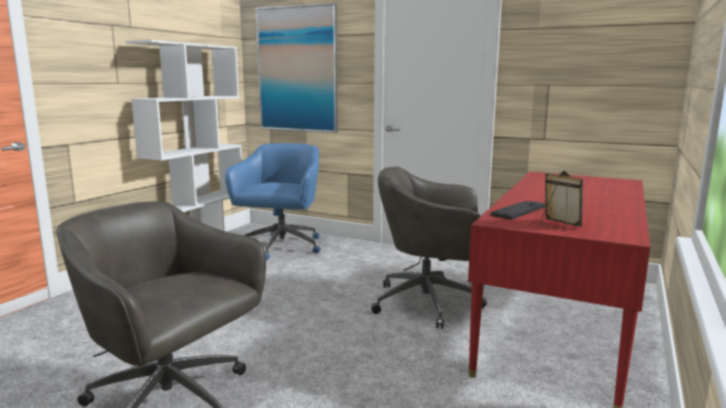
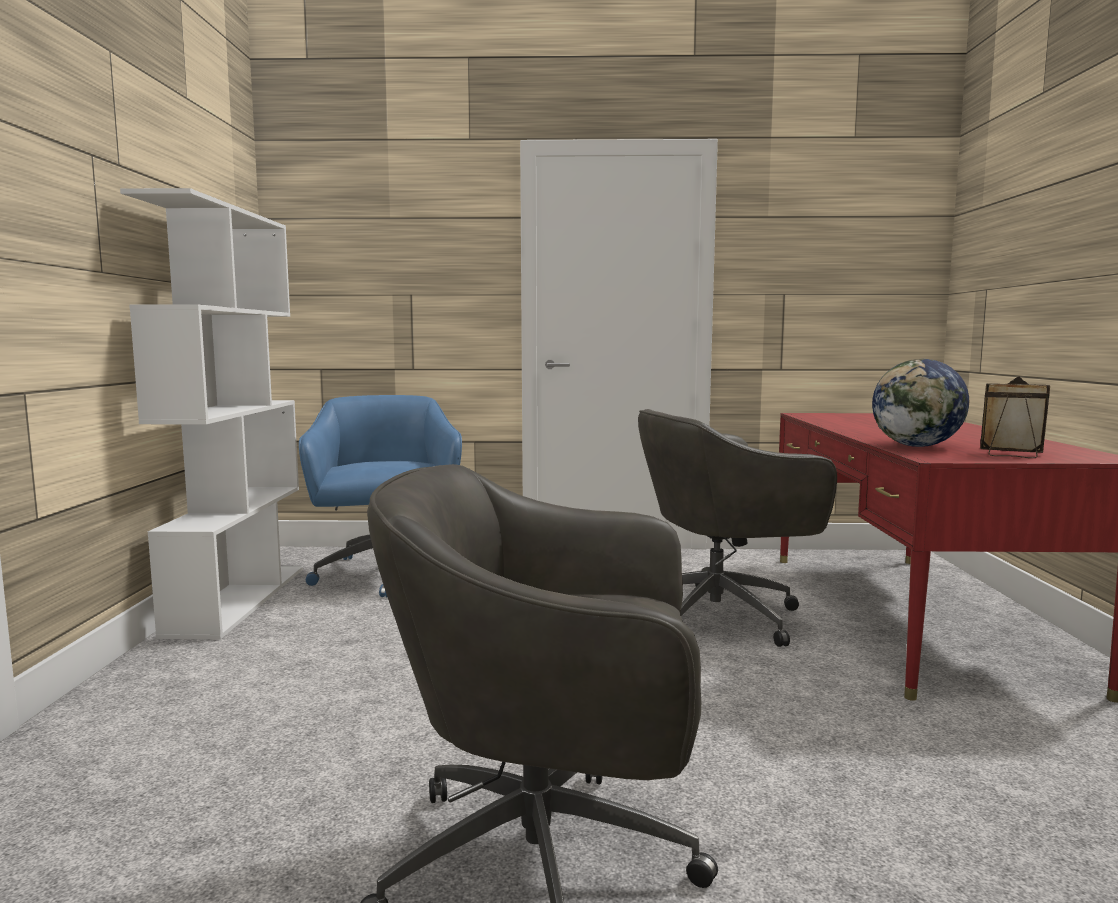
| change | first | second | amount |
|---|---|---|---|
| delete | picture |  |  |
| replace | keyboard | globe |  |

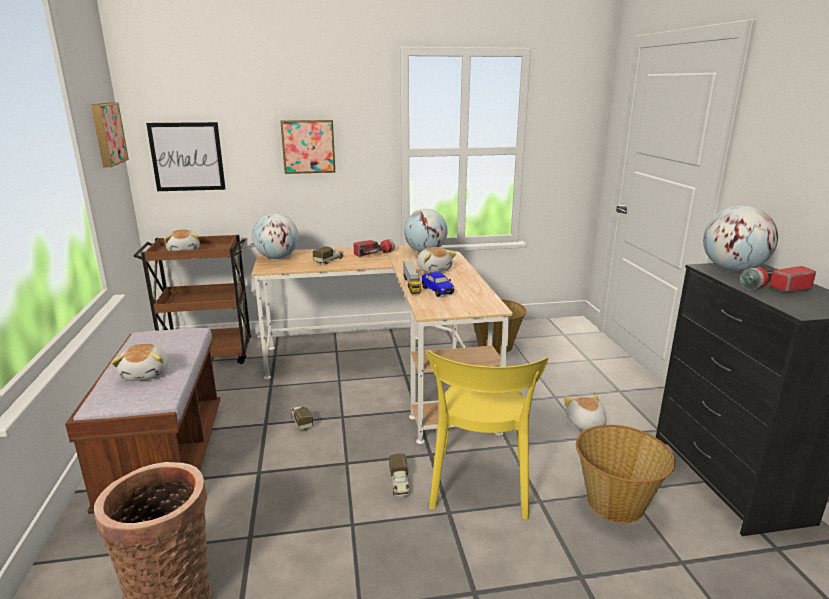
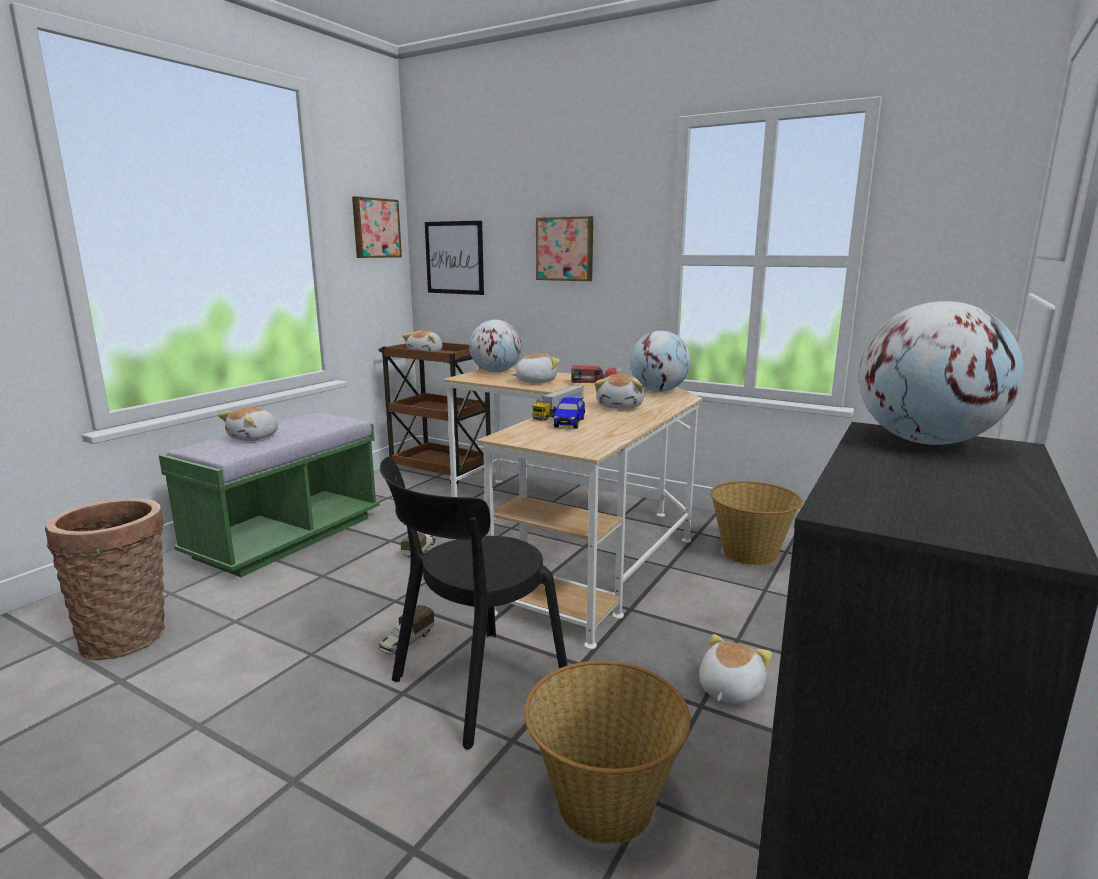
| change | first | second | amount |
|---|---|---|---|
| delete | flashlight (2nd from left) |  |  |
| replace | toy truck (2nd from left) | plush toy (3rd from left) |  |
| recolor | brown bench | green bench |  |
| recolor | yellow chair | black chair |  |

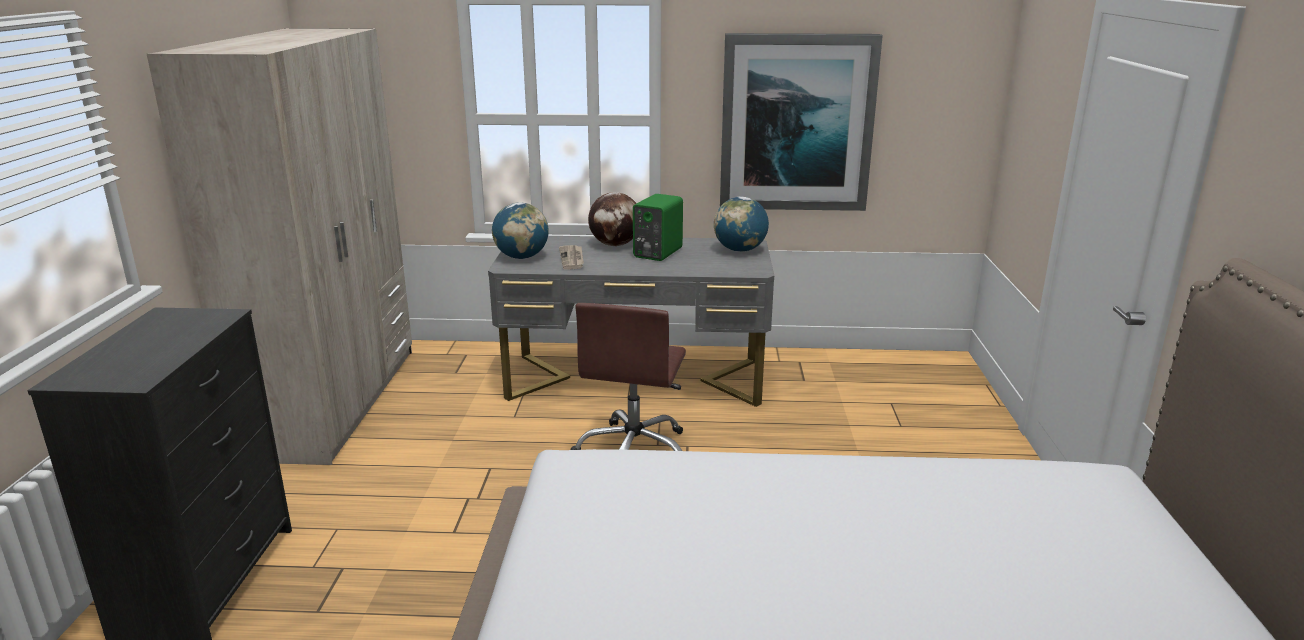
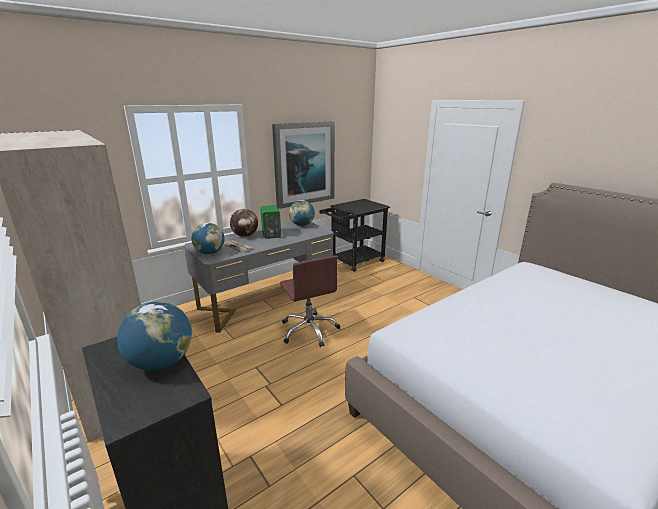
| change | first | second | amount |
|---|---|---|---|
| insert |  | globe (1st from left) |  |
| insert |  | black cart |  |

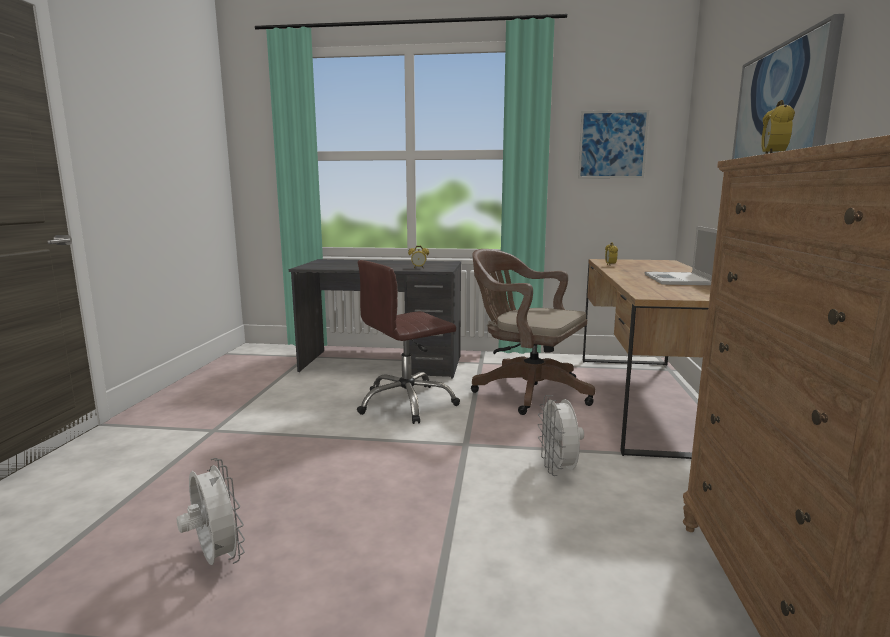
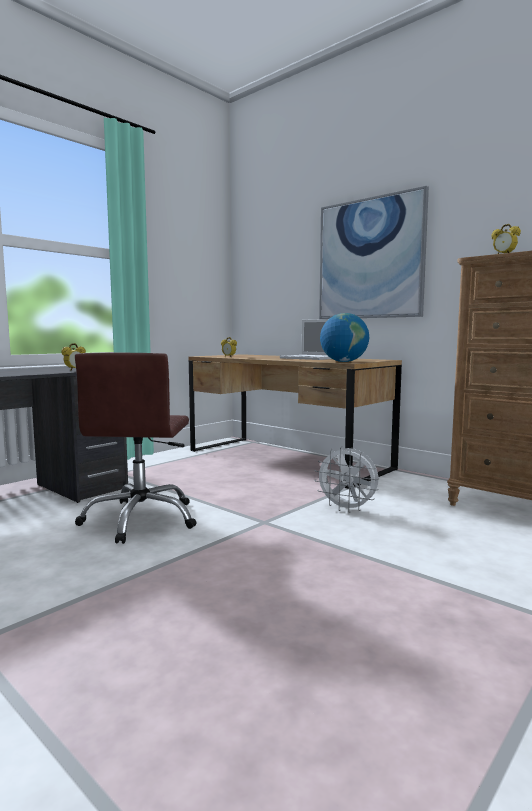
| change | first | second | amount |
|---|---|---|---|
| delete | white fan (1st from left) |  |  |
| delete | brown office chair (2nd from left) |  |  |
| delete | picture (1st from left) |  |  |
| insert |  | globe |  |

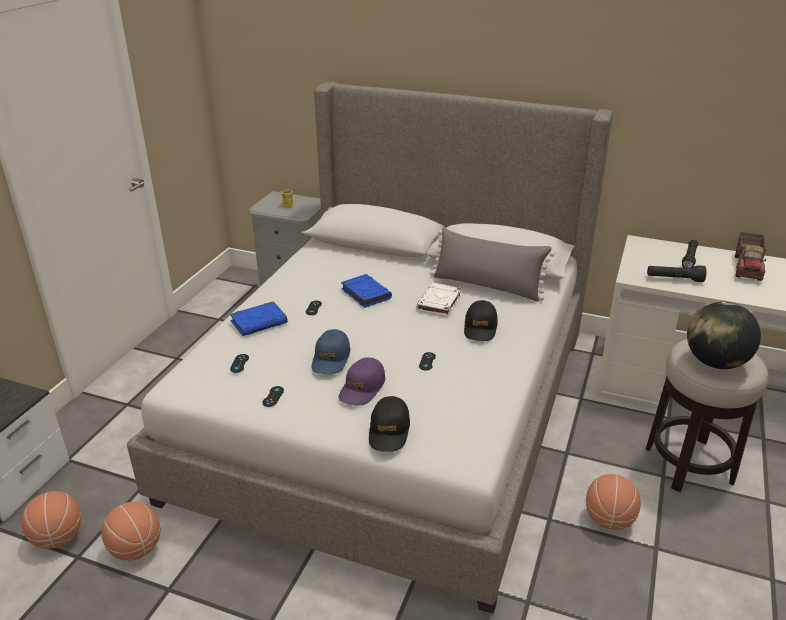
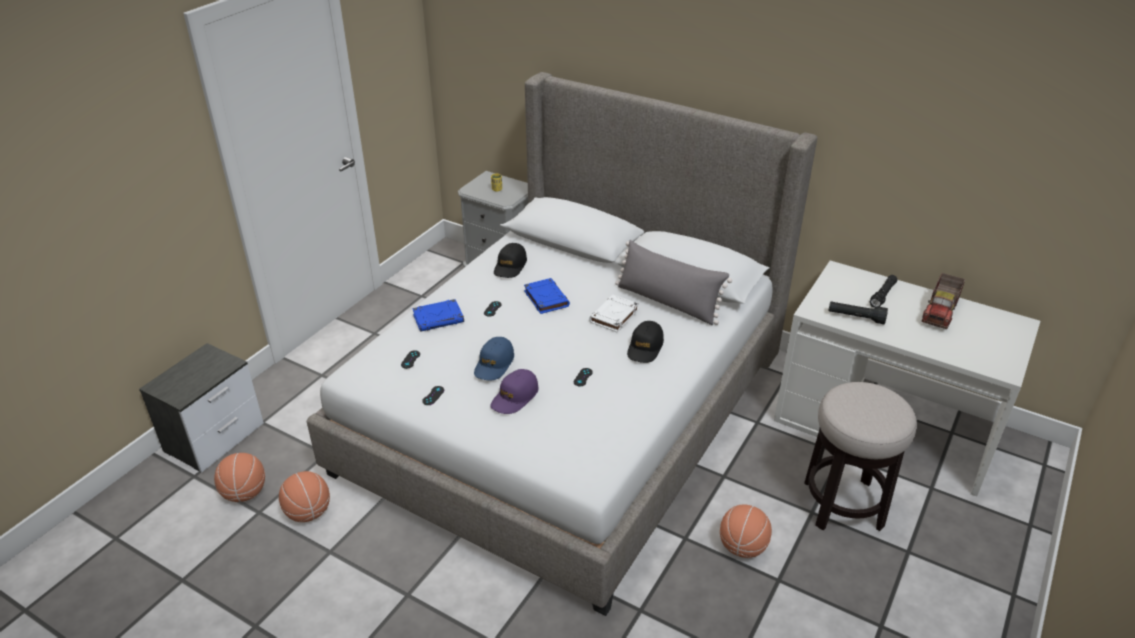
| change | first | second | amount |
|---|---|---|---|
| delete | globe |  |  |
| move | black cap (1st from left) |  |  |

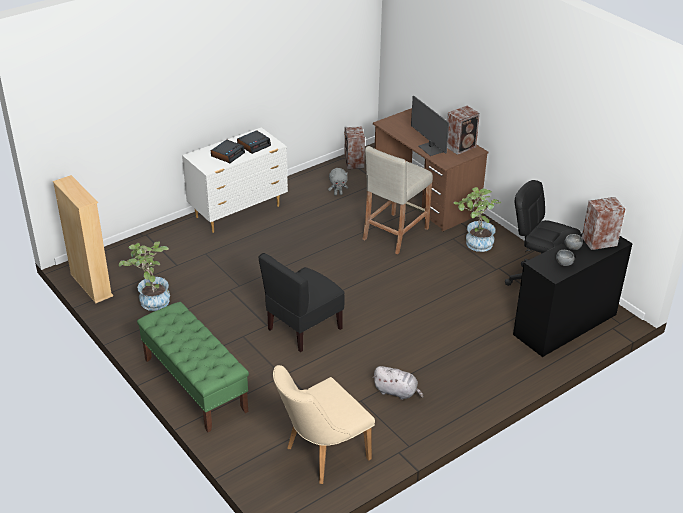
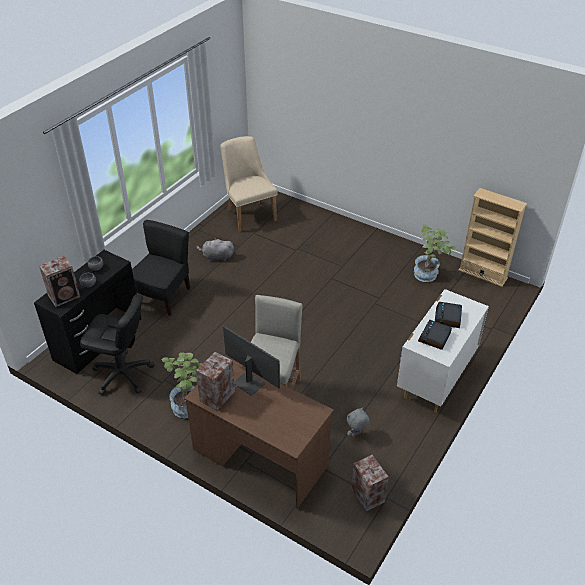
| change | first | second | amount |
|---|---|---|---|
| delete | green bench |  |  |
| move | black chair |  |  |
| rotate | beige chair |  | 60 degrees counterclockwise |

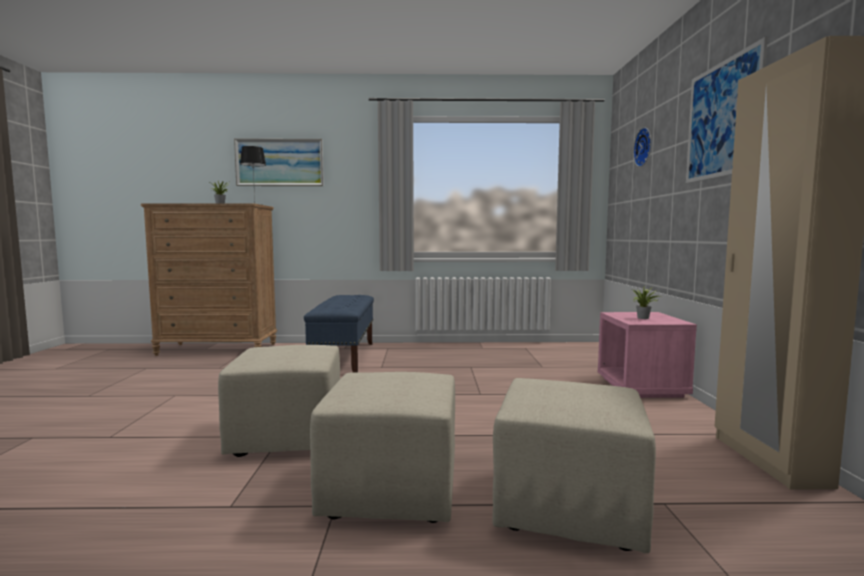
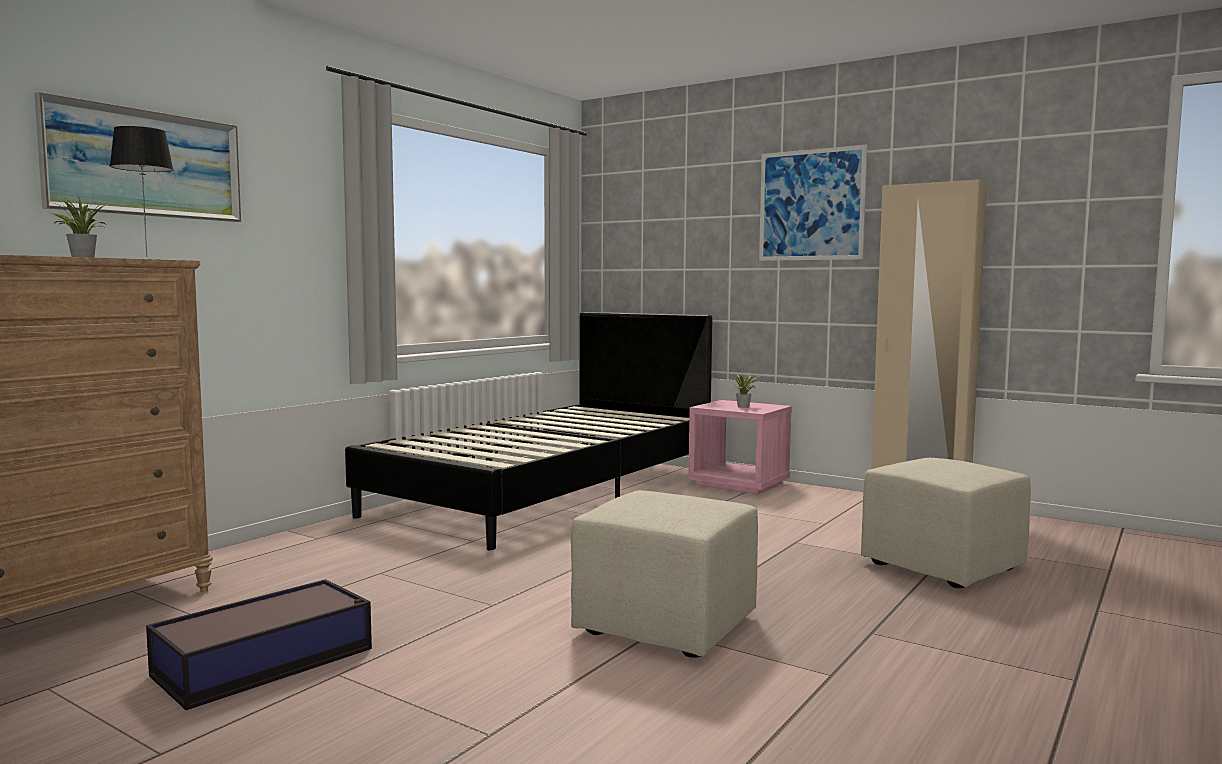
| change | first | second | amount |
|---|---|---|---|
| delete | blue bench |  |  |
| delete | beige ottoman (2nd from left) |  |  |
| delete | wall clock |  |  |
| insert |  | storage box |  |
| insert |  | black bed |  |

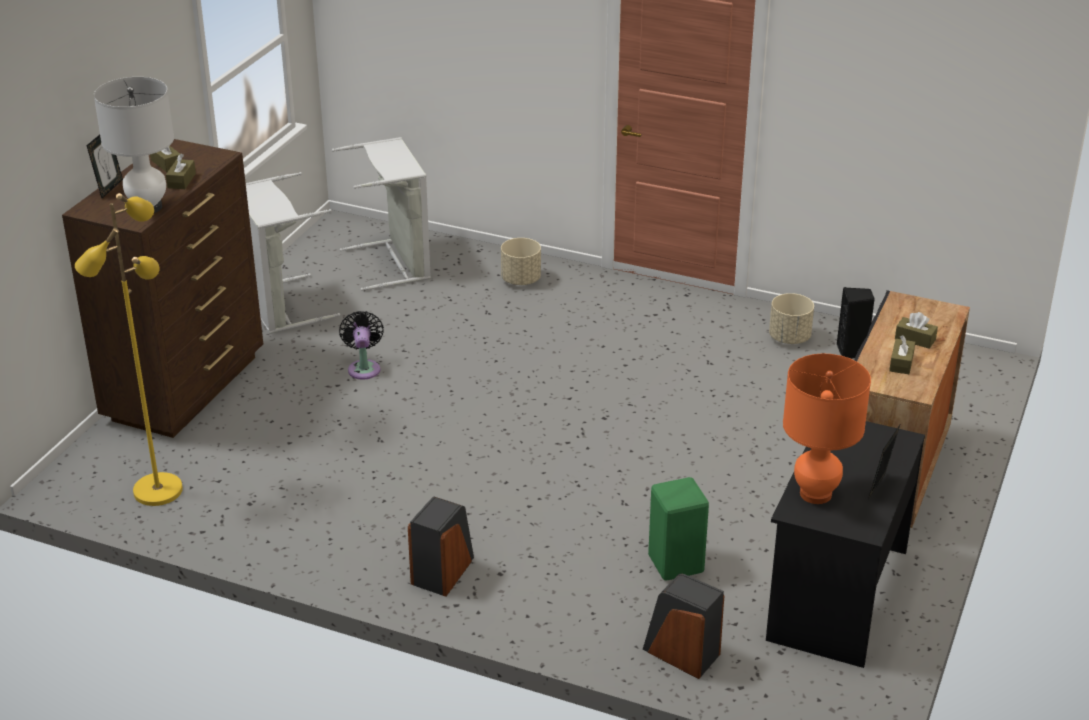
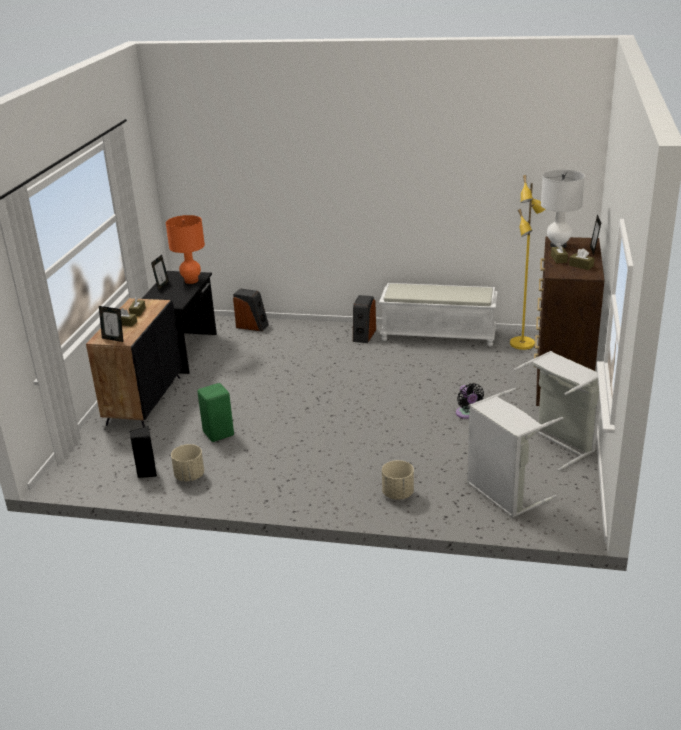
| change | first | second | amount |
|---|---|---|---|
| insert |  | picture frame (1st from left) |  |
| insert |  | white bench |  |
| move | green stool |  |  |

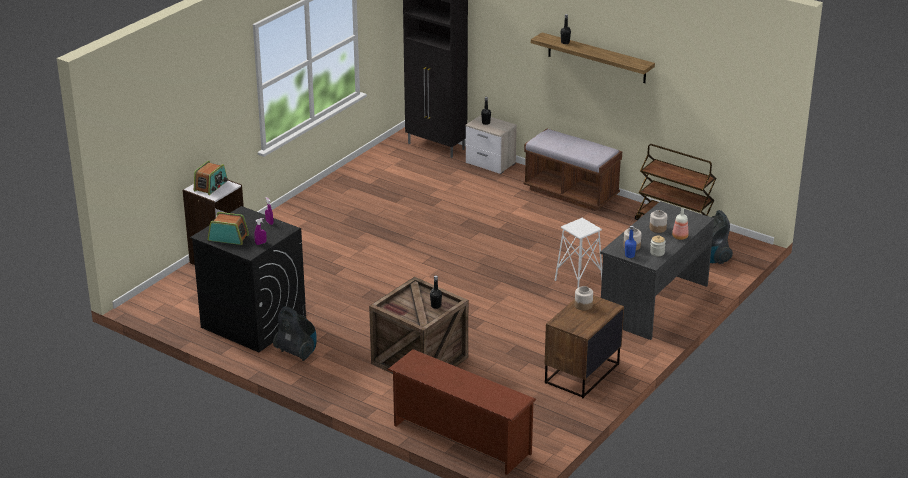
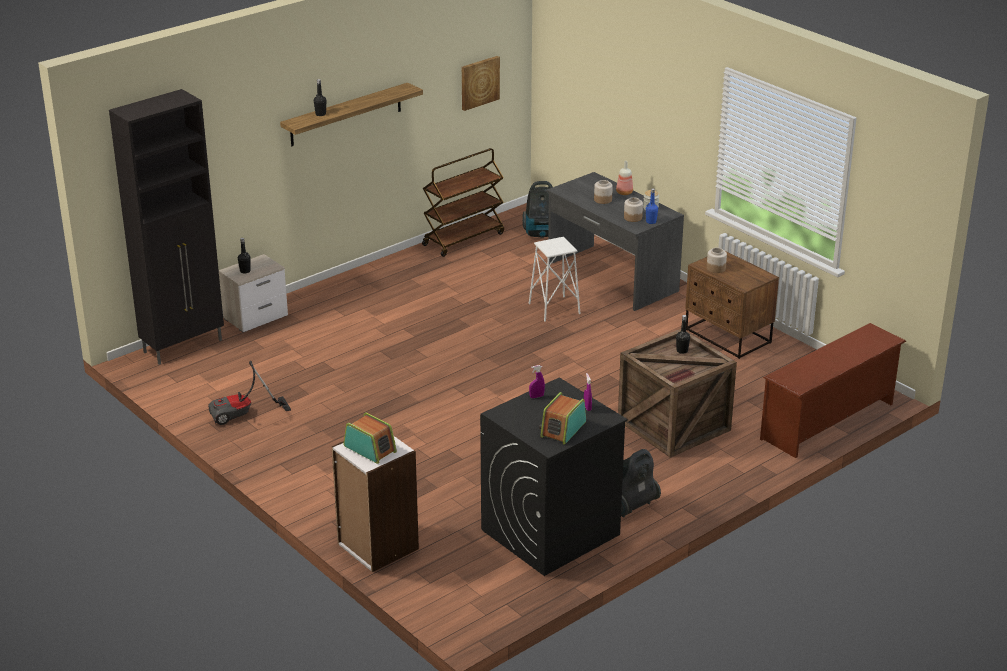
| change | first | second | amount |
|---|---|---|---|
| delete | brown bench |  |  |
| insert |  | vacuum cleaner (1st from left) |  |
| insert |  | picture |  |

